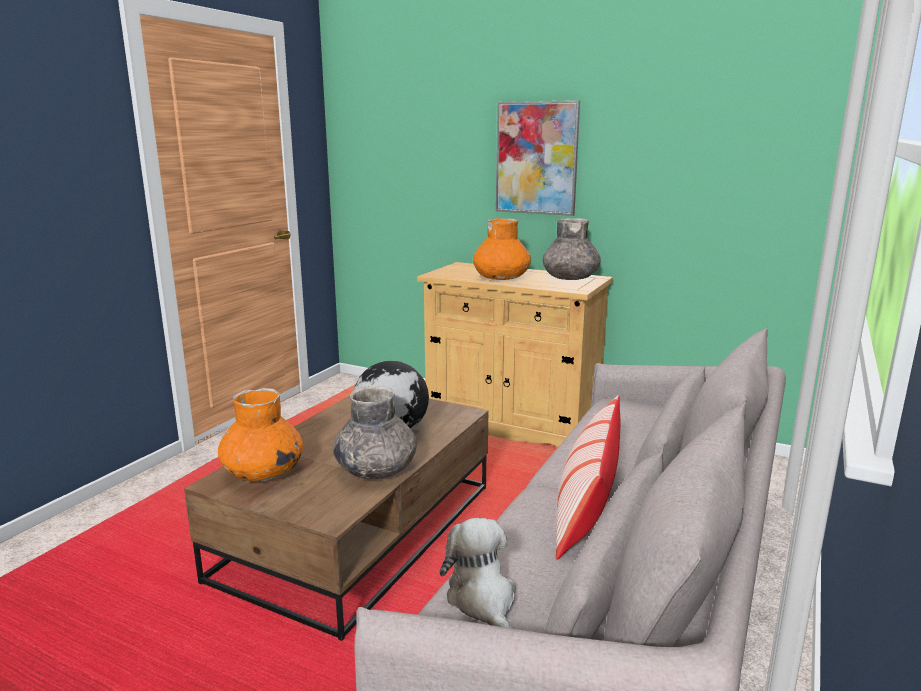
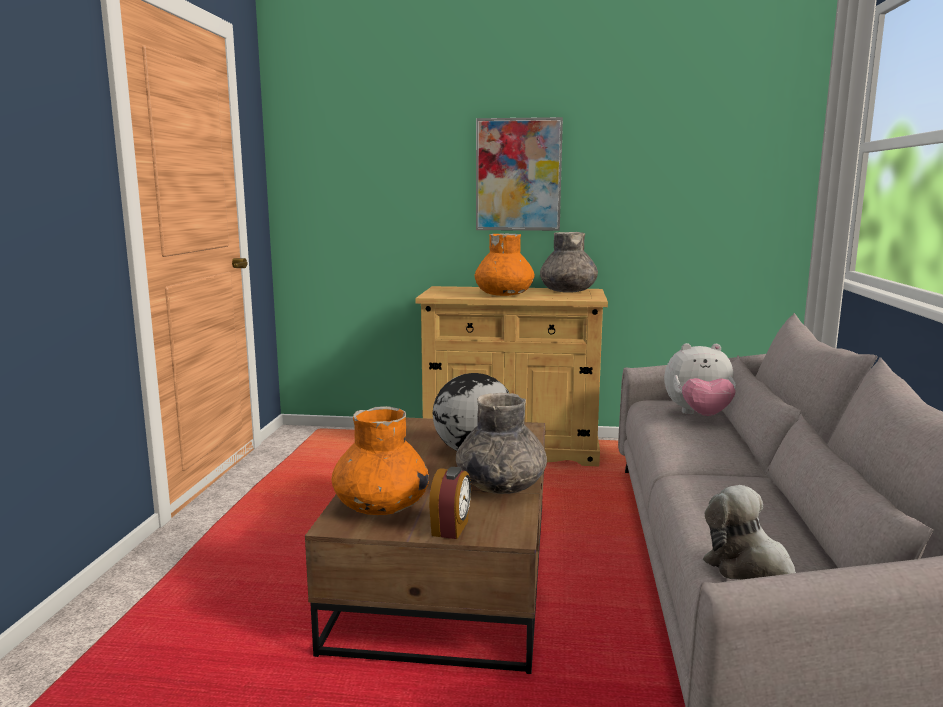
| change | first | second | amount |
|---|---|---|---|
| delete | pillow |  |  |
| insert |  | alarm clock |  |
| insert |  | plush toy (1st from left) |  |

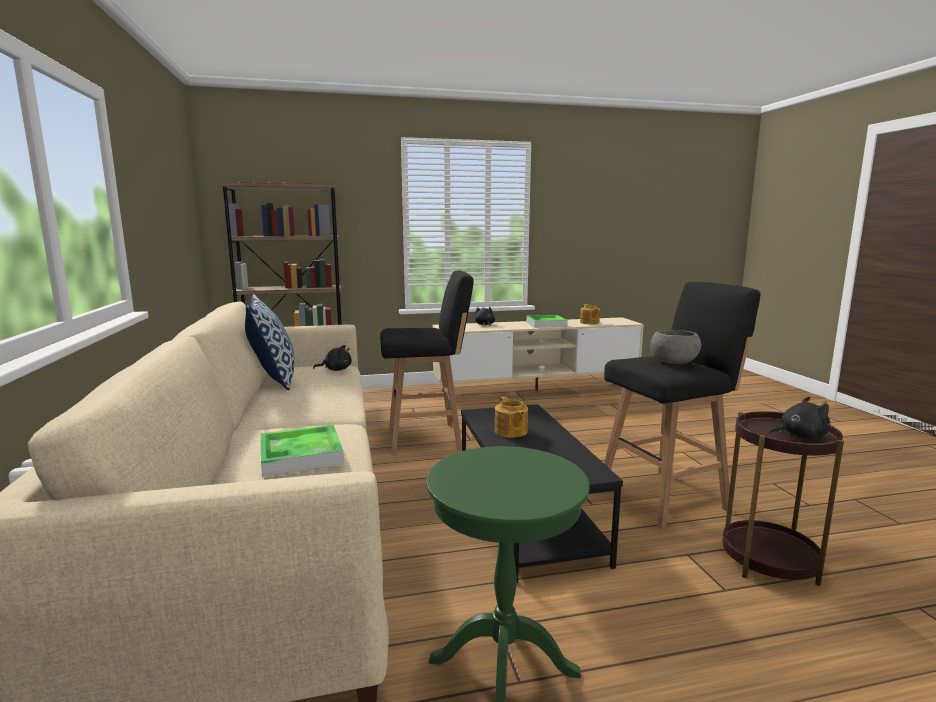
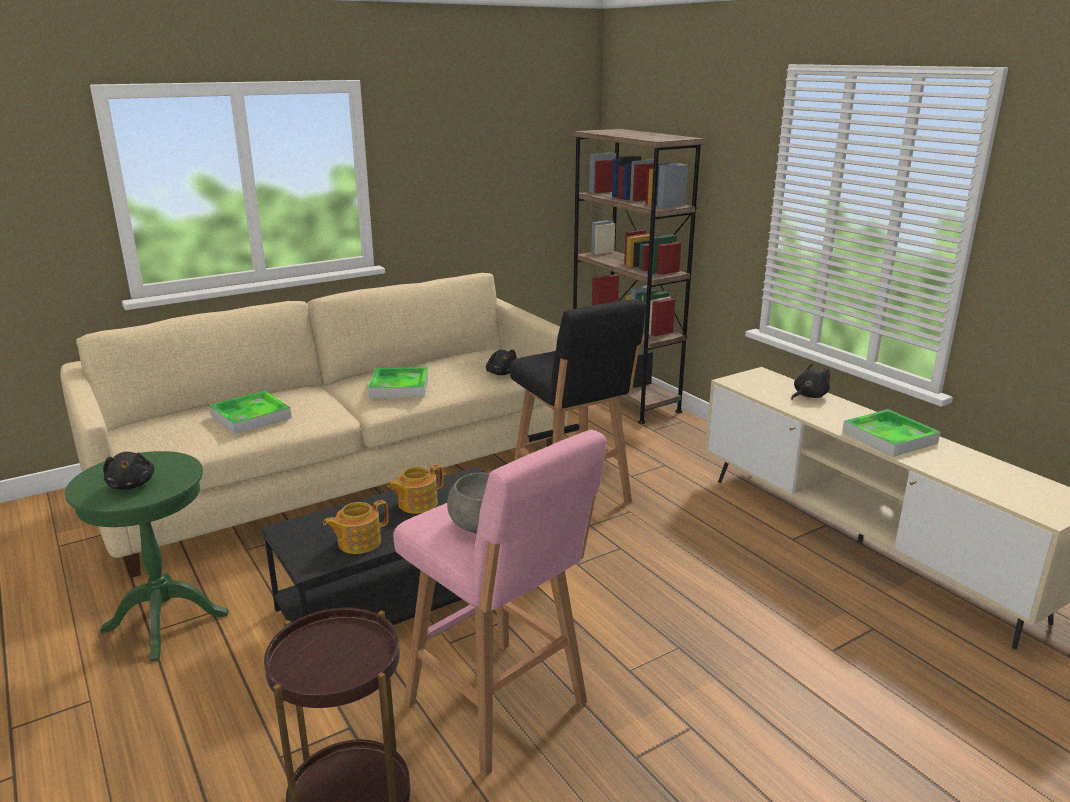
| change | first | second | amount |
|---|---|---|---|
| delete | pillow |  |  |
| insert |  | tray (2nd from left) |  |
| move | teapot (2nd from left in the first image) | teapot (1st from left) |  |
| move | black plush toy (3rd from left in the first image) | black plush toy (1st from left) |  |
| recolor | black stool (2nd from left) | pink stool |  |

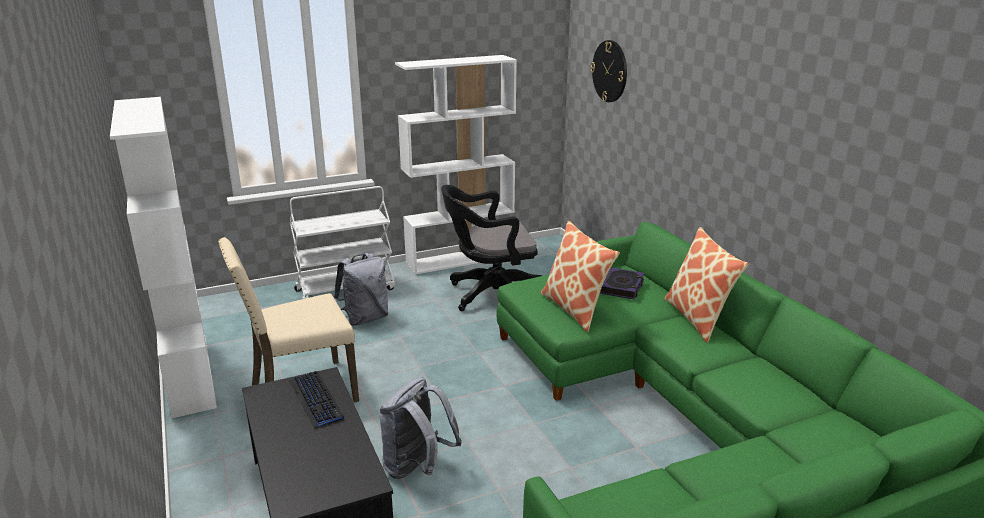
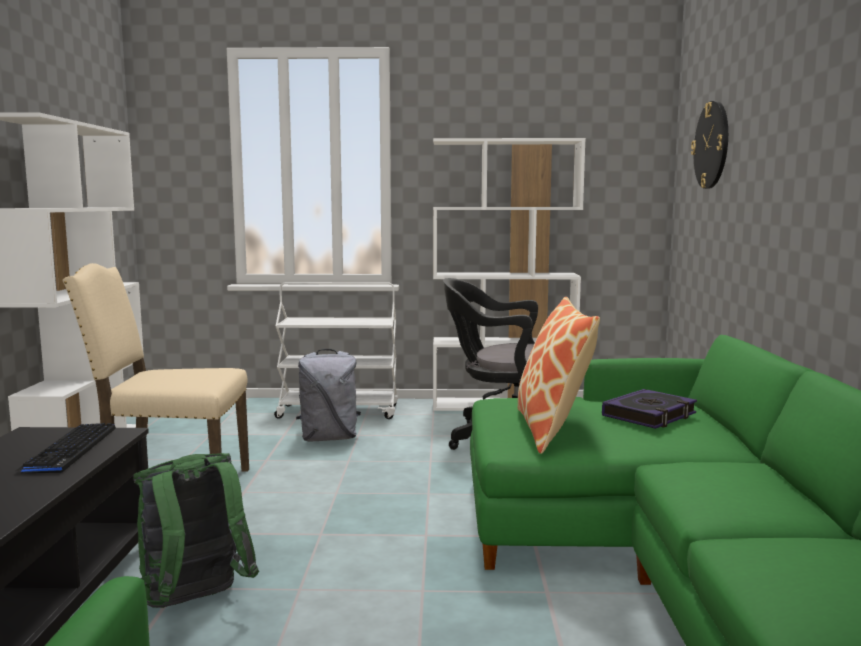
| change | first | second | amount |
|---|---|---|---|
| delete | pillow (2nd from left) |  |  |
| recolor | grey backpack (2nd from left) | green backpack |  |

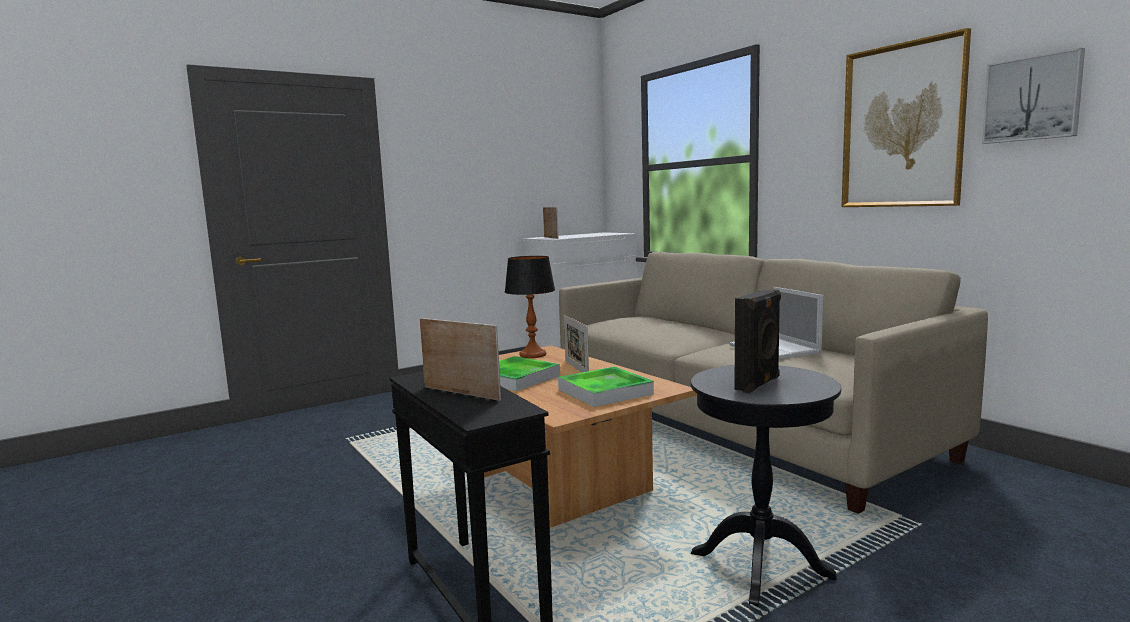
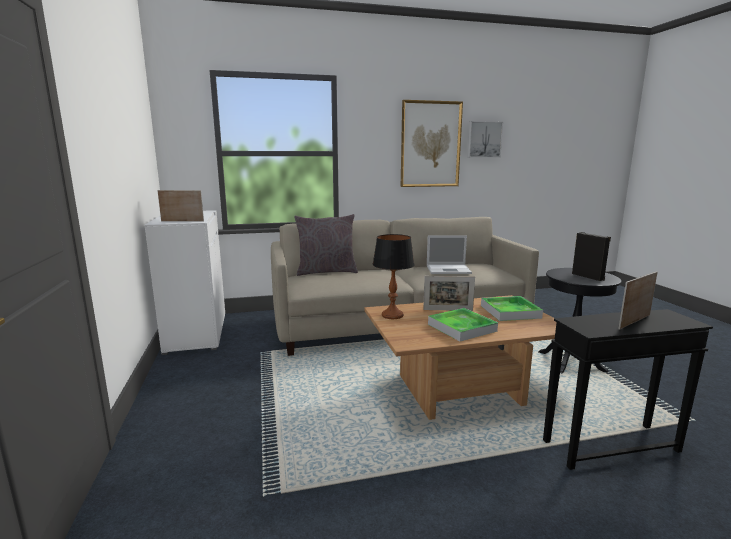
| change | first | second | amount |
|---|---|---|---|
| insert |  | grey pillow |  |

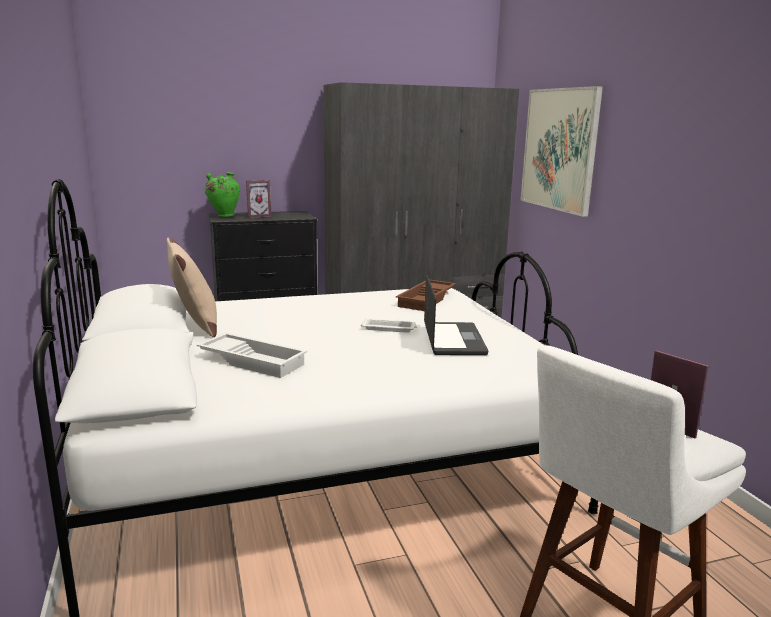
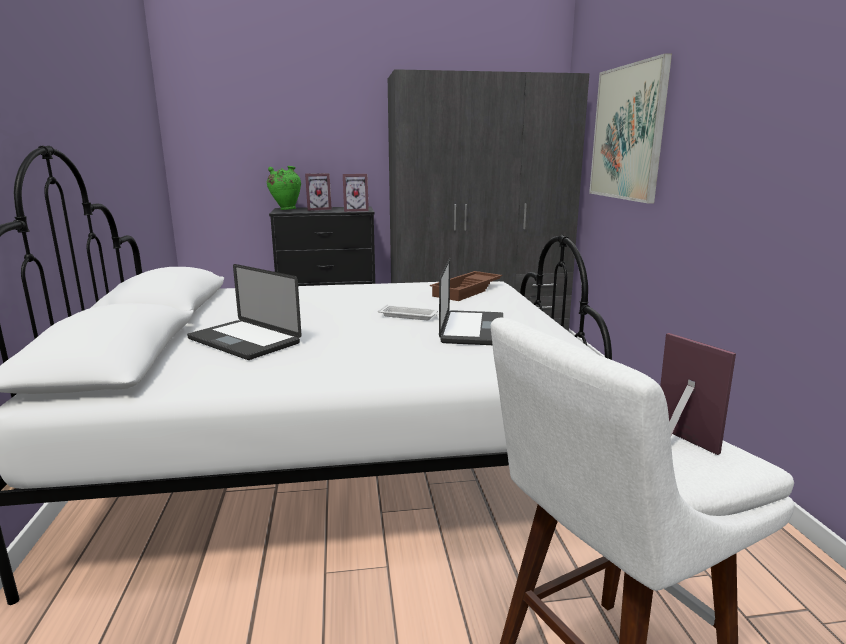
| change | first | second | amount |
|---|---|---|---|
| delete | beige pillow |  |  |
| insert |  | picture frame (2nd from left) |  |
| replace | white tray (1st from left) | laptop (1st from left) |  |

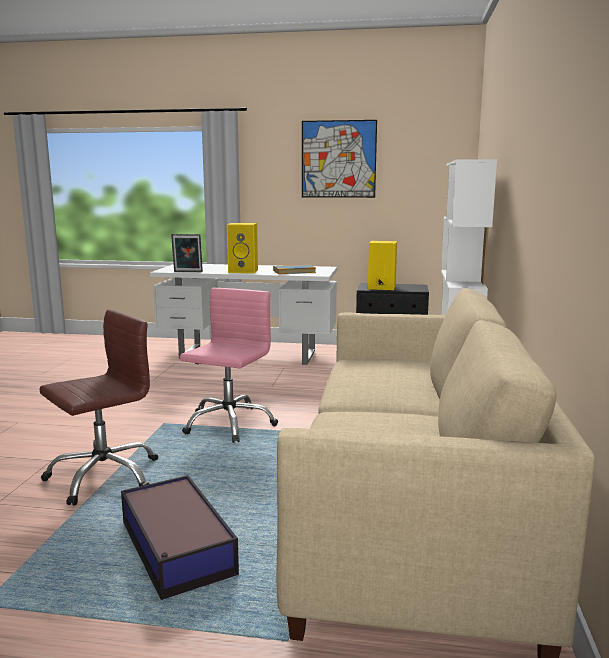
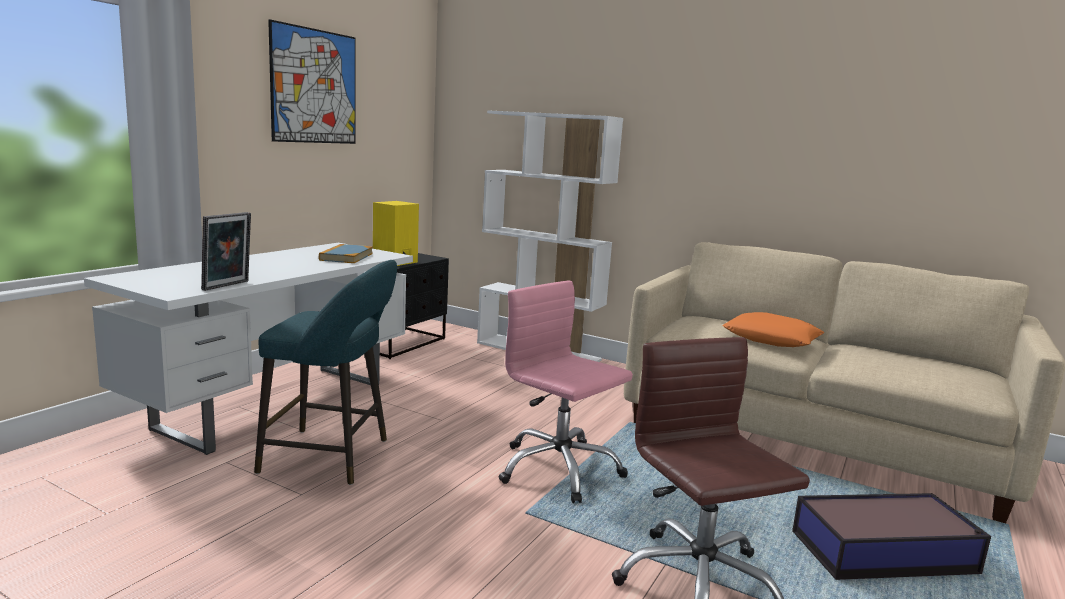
| change | first | second | amount |
|---|---|---|---|
| delete | yellow speaker (1st from left) |  |  |
| insert |  | turquoise stool |  |
| insert |  | orange pillow |  |

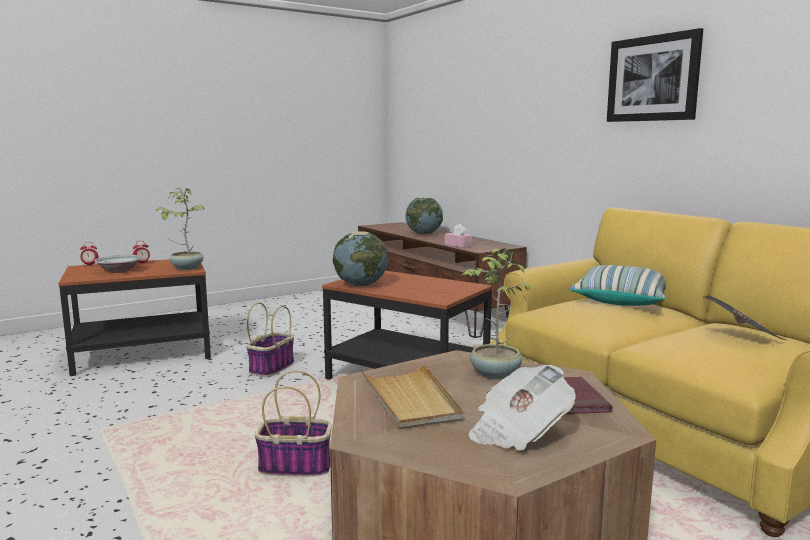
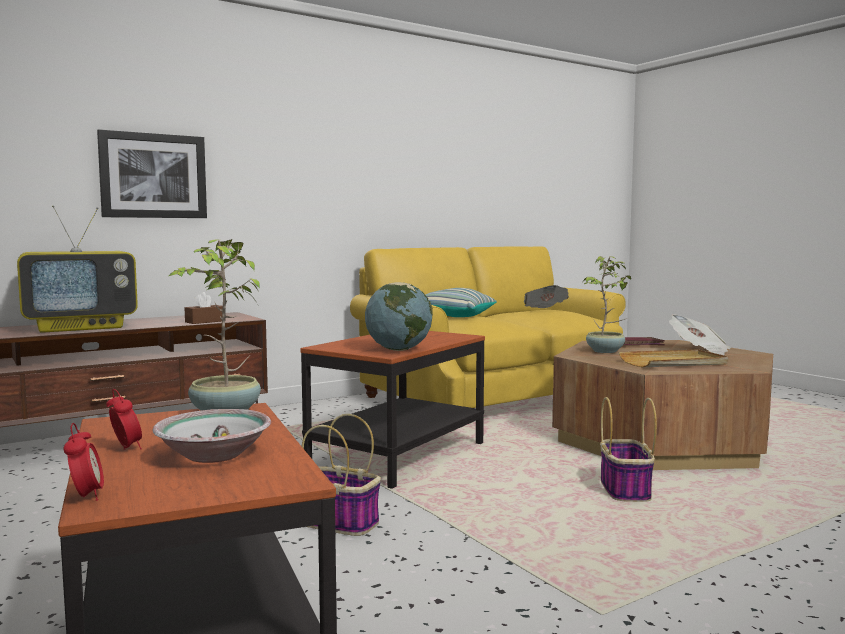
| change | first | second | amount |
|---|---|---|---|
| move | picture |  |  |
| replace | globe (2nd from left) | television |  |
| recolor | pink tissue box | brown tissue box |  |

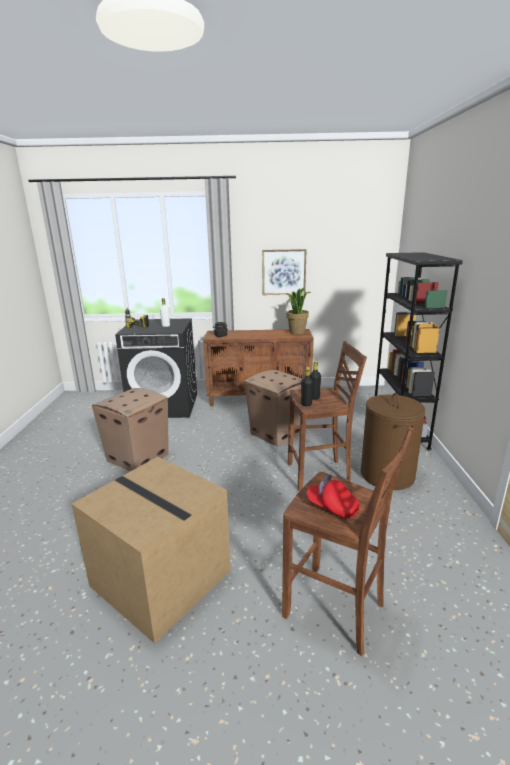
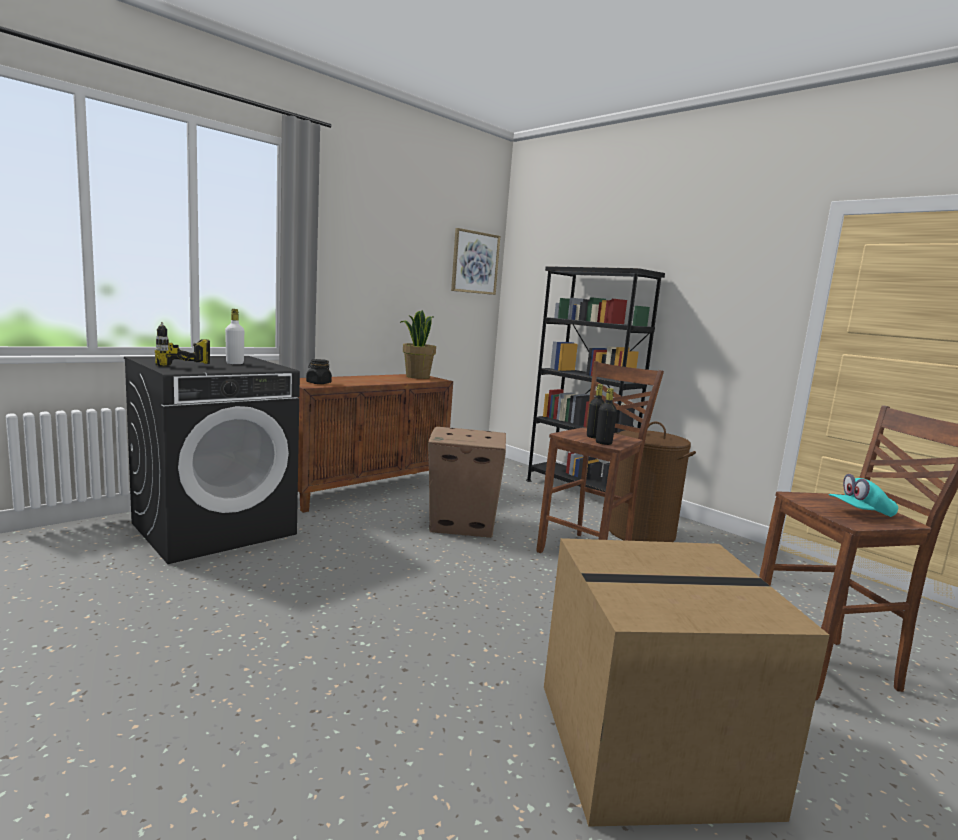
| change | first | second | amount |
|---|---|---|---|
| delete | cardboard box (1st from left) |  |  |
| move | picture |  |  |
| recolor | red cap | turquoise cap |  |

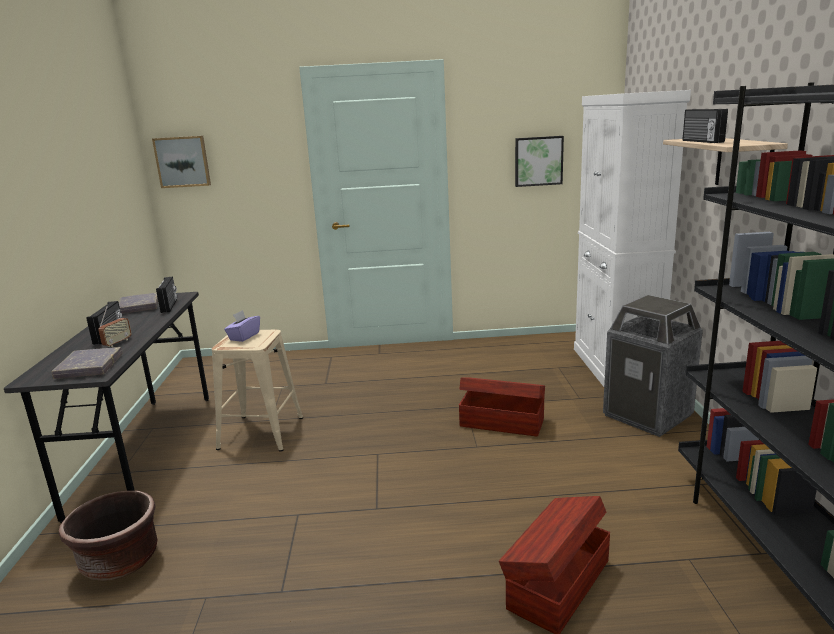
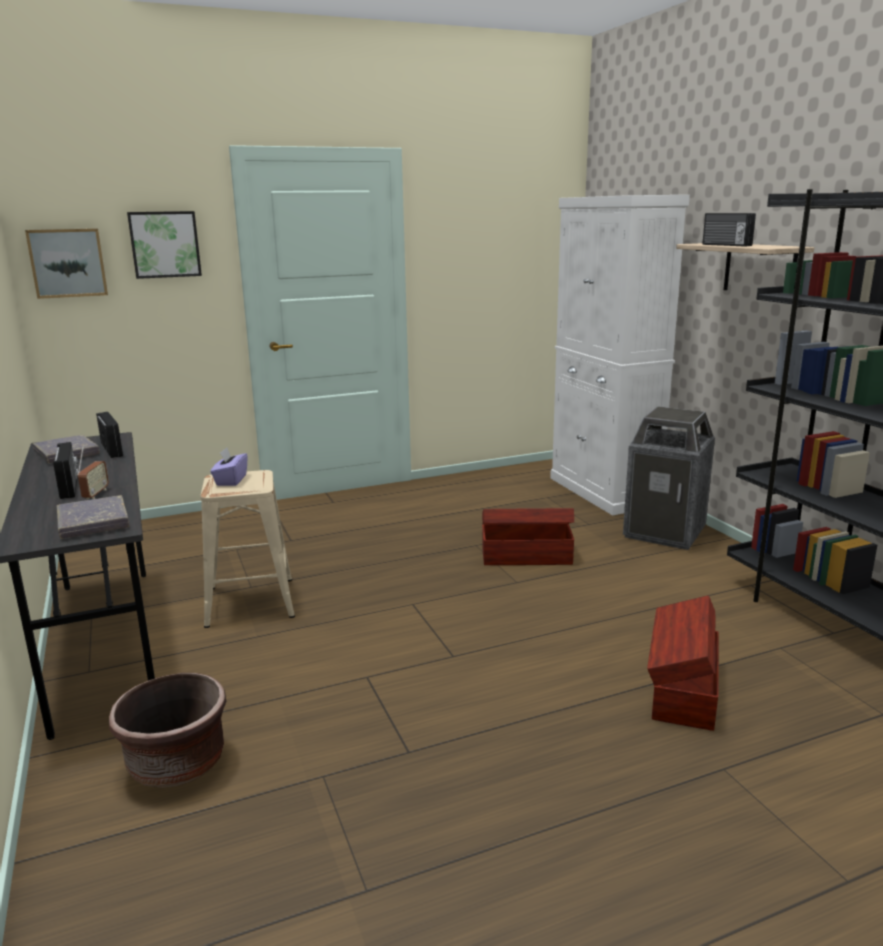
| change | first | second | amount |
|---|---|---|---|
| move | picture (2nd from left) |  |  |

